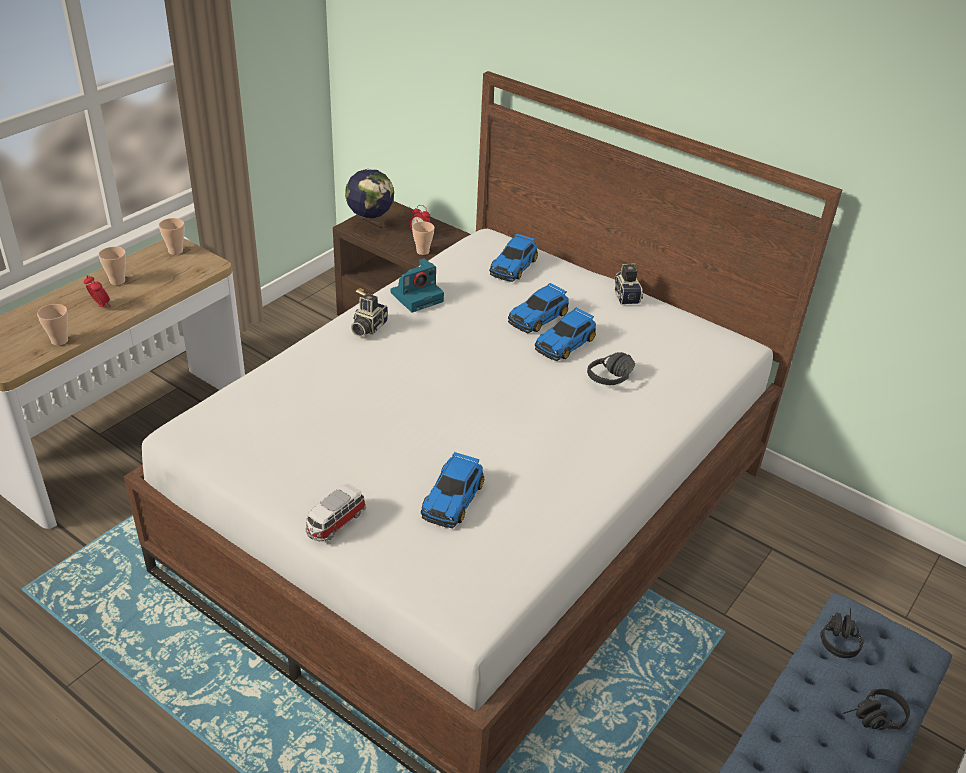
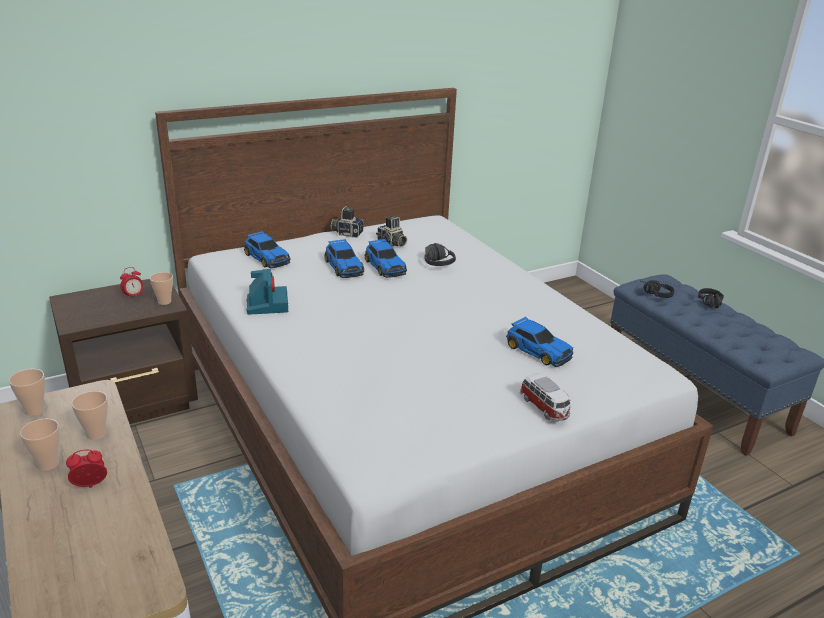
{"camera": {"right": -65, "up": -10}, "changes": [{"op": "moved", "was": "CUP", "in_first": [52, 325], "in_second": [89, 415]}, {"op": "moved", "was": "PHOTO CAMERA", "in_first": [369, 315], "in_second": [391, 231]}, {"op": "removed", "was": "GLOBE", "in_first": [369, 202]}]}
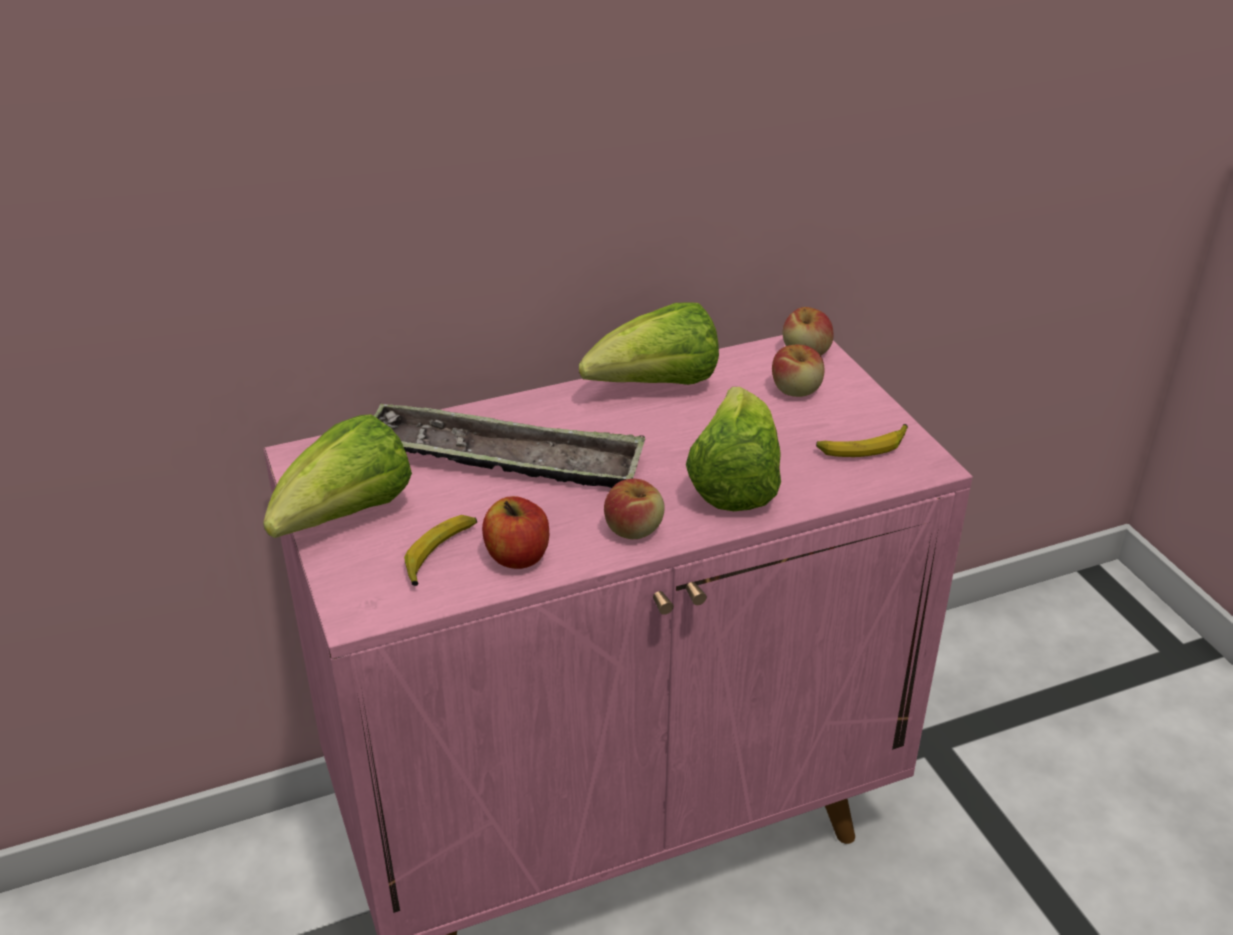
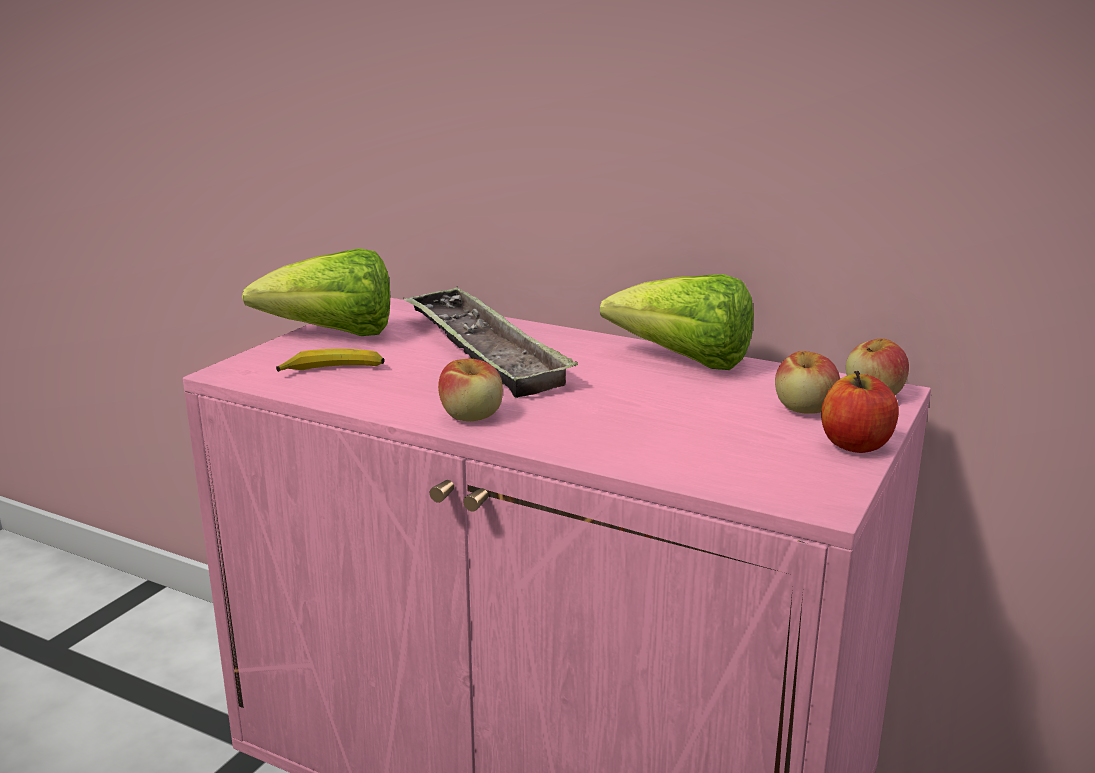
{"camera": {"right": 50, "up": -15}, "changes": [{"op": "moved", "was": "APPLE", "in_first": [515, 532], "in_second": [860, 412]}, {"op": "removed", "was": "LETTUCE", "in_first": [733, 449]}, {"op": "removed", "was": "BANANA", "in_first": [862, 440]}]}
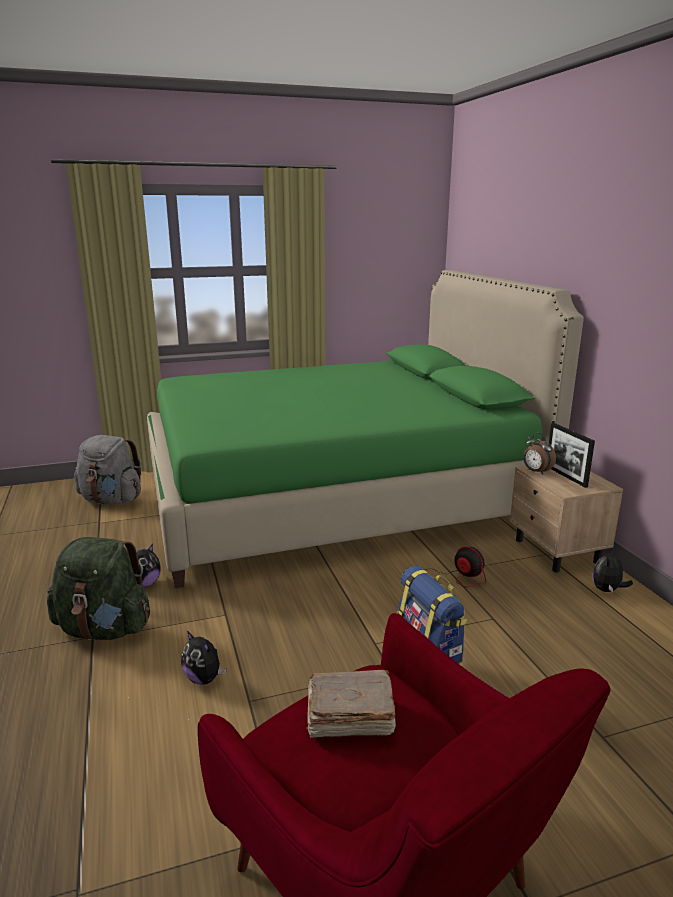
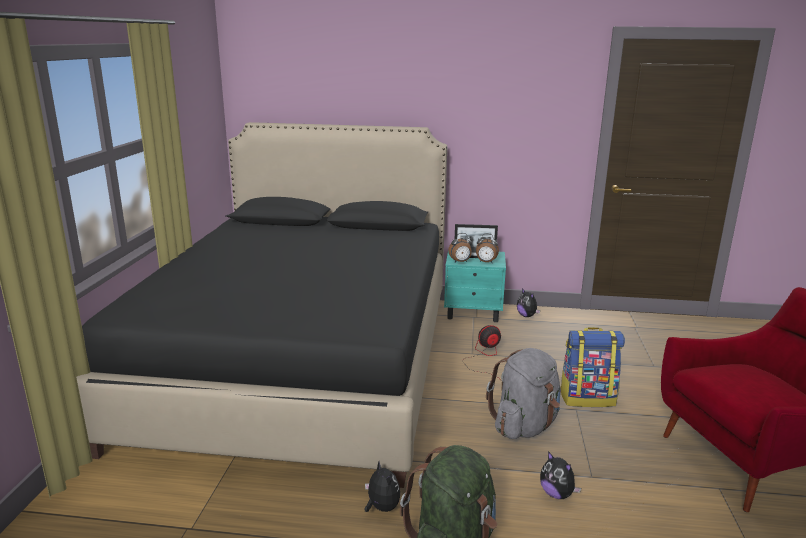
{"camera": {"right": -65, "up": 0}, "changes": [{"op": "recoloured", "was": "GREEN BED", "now": "BLACK BED", "in_first": [365, 429], "in_second": [261, 305]}, {"op": "recoloured", "was": "BEIGE NIGHTSTAND", "now": "TURQUOISE NIGHTSTAND", "in_first": [566, 519], "in_second": [475, 287]}, {"op": "added", "now": "ALARM CLOCK", "in_second": [487, 248]}, {"op": "moved", "was": "GREY BACKPACK", "in_first": [107, 470], "in_second": [523, 393]}, {"op": "turned", "was": "PLUSH TOY", "in_first": [203, 658], "in_second": [560, 475], "clockwise": 75}, {"op": "removed", "was": "BROWN BOOK", "in_first": [351, 704]}]}
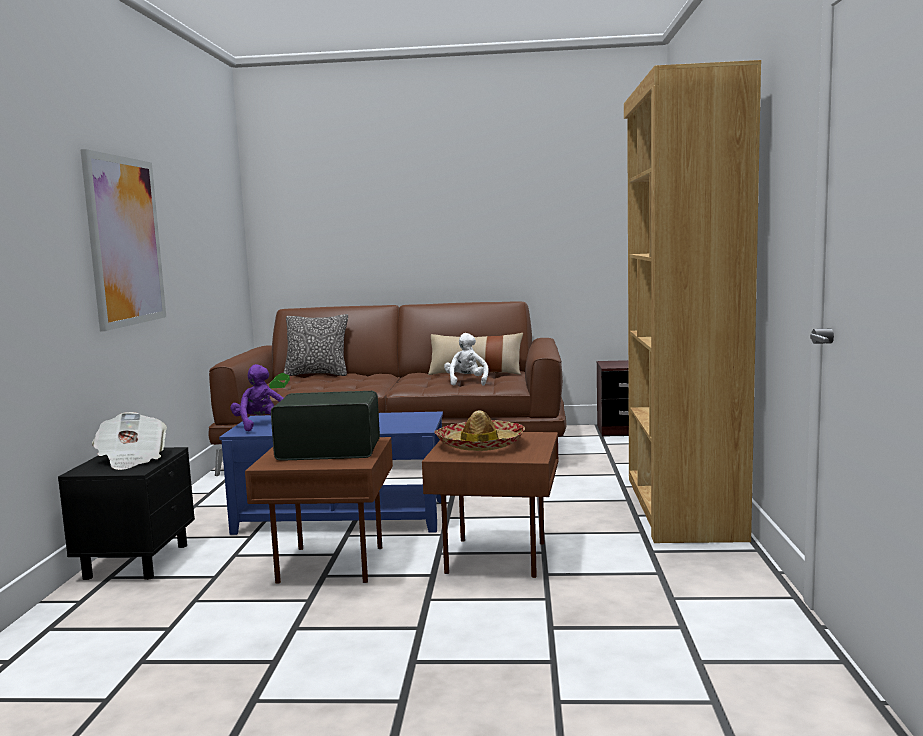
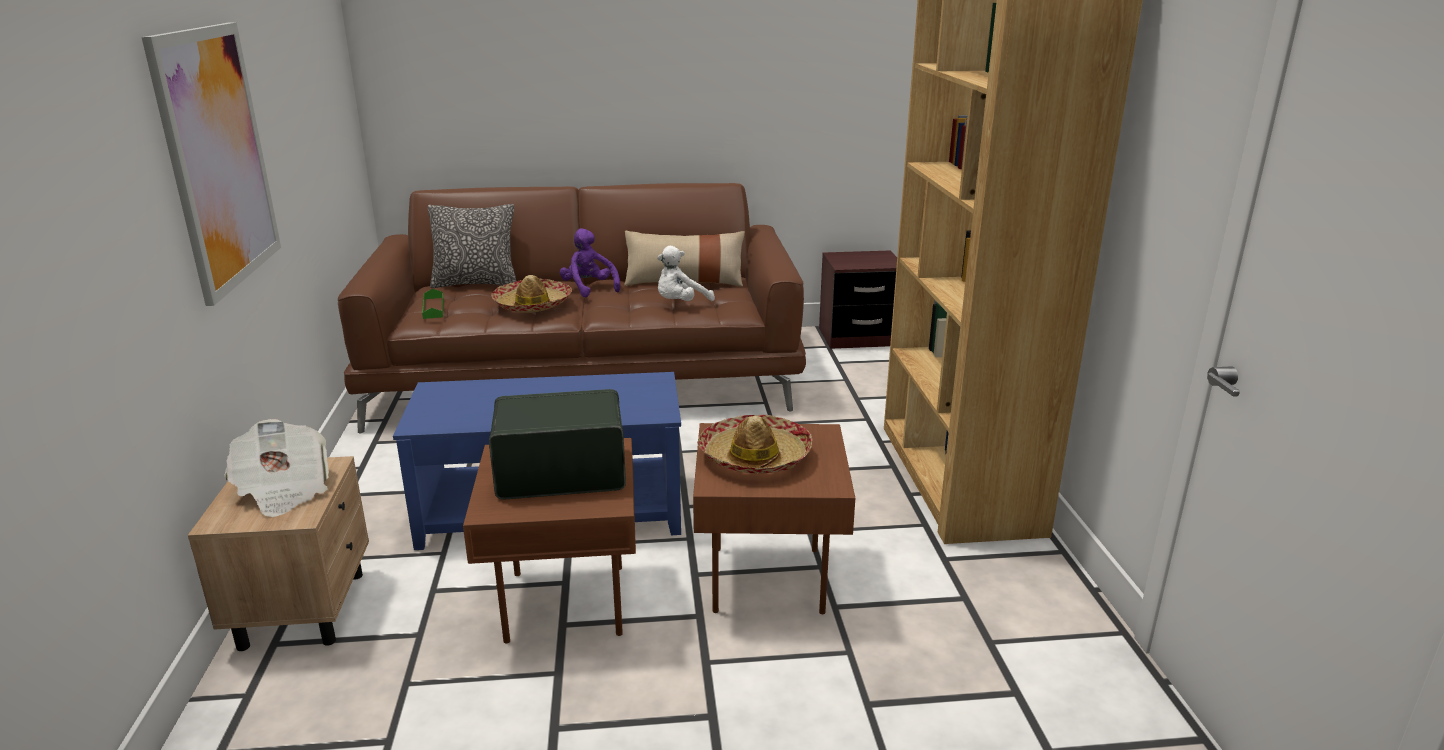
{"camera": {"right": -10, "up": 15}, "changes": [{"op": "recoloured", "was": "BLACK NIGHTSTAND", "now": "BEIGE NIGHTSTAND", "in_first": [126, 513], "in_second": [278, 553]}, {"op": "added", "now": "HAT", "in_second": [532, 294]}, {"op": "moved", "was": "PURPLE PLUSH TOY", "in_first": [257, 397], "in_second": [590, 262]}, {"op": "turned", "was": "WHITE PLUSH TOY", "in_first": [466, 359], "in_second": [686, 273], "clockwise": -120}]}
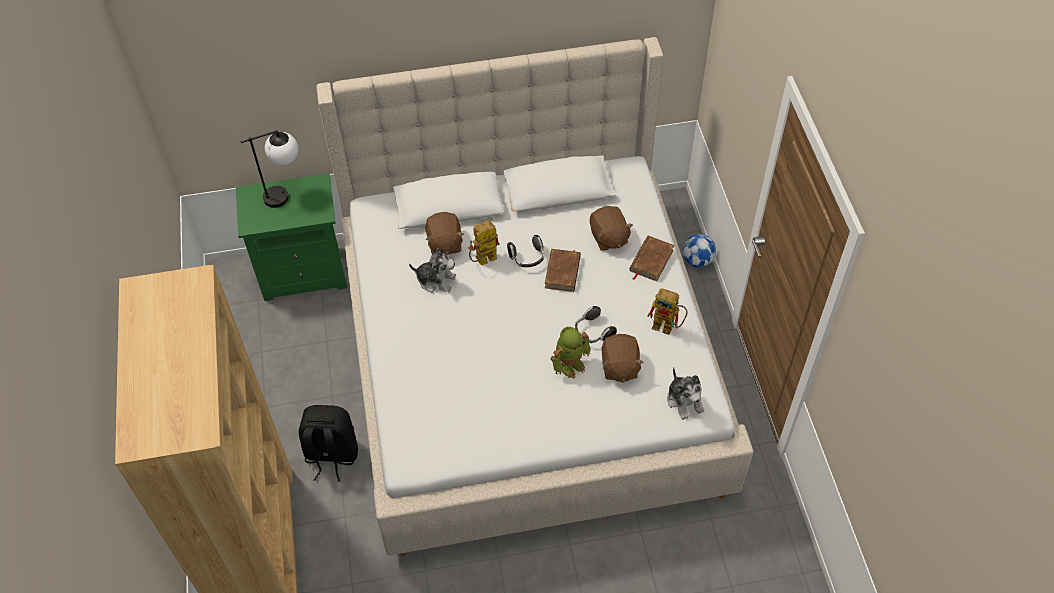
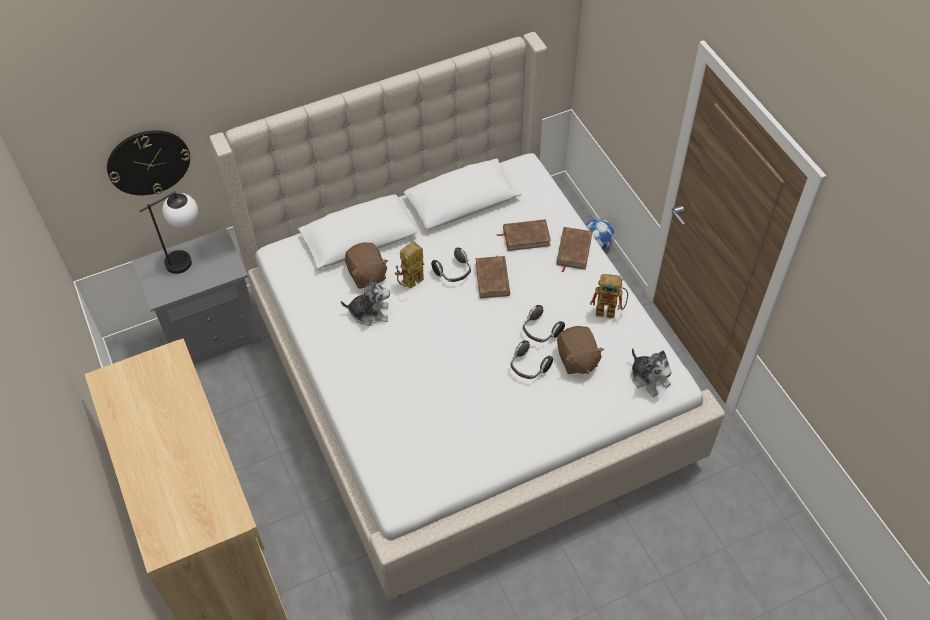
{"camera": {"right": -15, "up": 0}, "changes": [{"op": "added", "now": "WALL CLOCK", "in_second": [148, 162]}, {"op": "recoloured", "was": "GREEN NIGHTSTAND", "now": "GREY NIGHTSTAND", "in_first": [291, 237], "in_second": [197, 296]}, {"op": "replaced", "was": "BROWN PLUSH TOY", "now": "BROWN BOOK", "in_first": [611, 228], "in_second": [524, 235]}, {"op": "replaced", "was": "TOY ROBOT", "now": "HEADPHONES", "in_first": [571, 353], "in_second": [531, 359]}, {"op": "removed", "was": "BLACK BACKPACK", "in_first": [328, 443]}]}
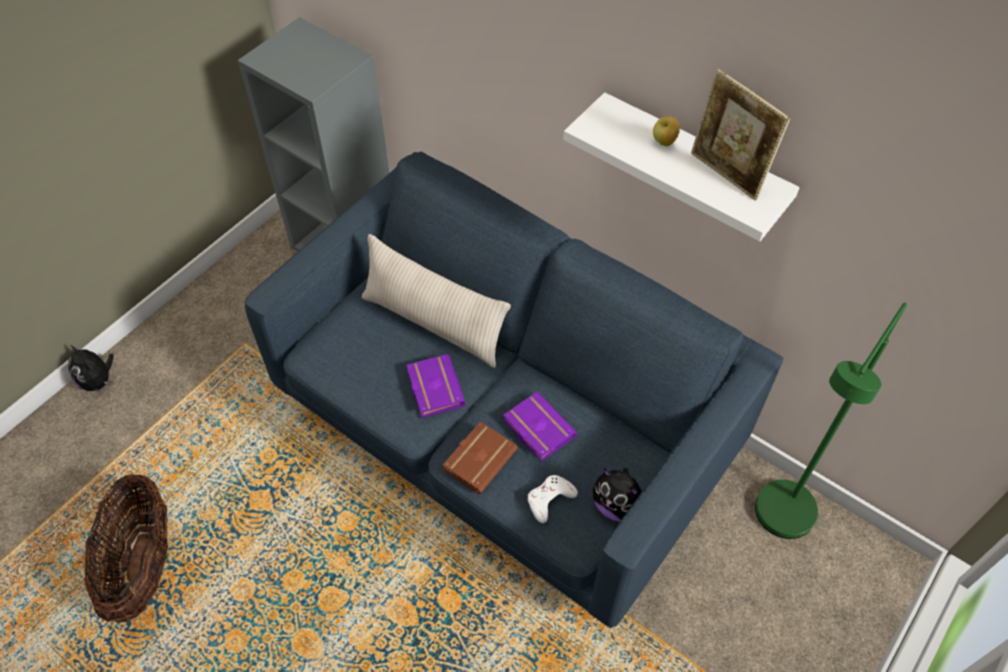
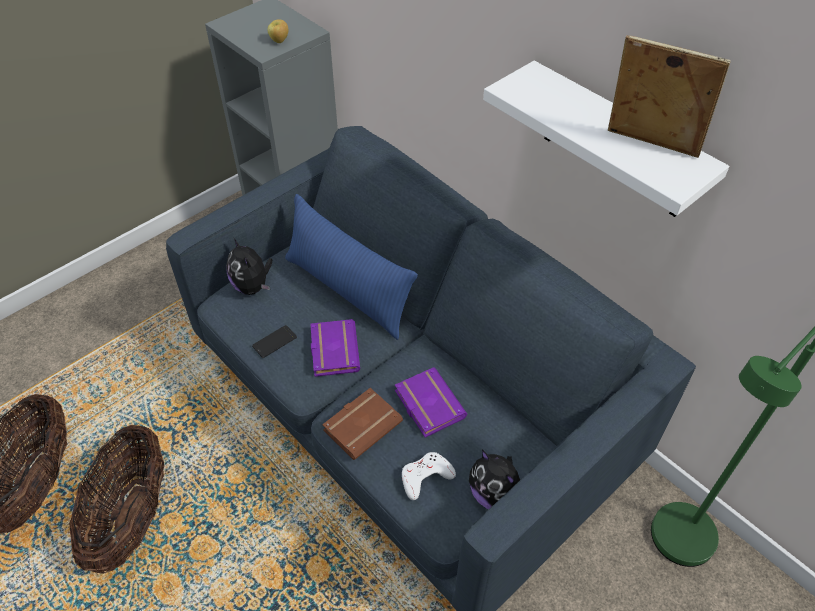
{"camera": {"right": 10, "up": -5}, "changes": [{"op": "added", "now": "BASKET", "in_second": [116, 499]}, {"op": "moved", "was": "PLUSH TOY", "in_first": [90, 368], "in_second": [249, 266]}, {"op": "added", "now": "PHONE", "in_second": [274, 341]}, {"op": "moved", "was": "APPLE", "in_first": [666, 131], "in_second": [278, 31]}, {"op": "recoloured", "was": "BEIGE PILLOW", "now": "BLUE PILLOW", "in_first": [436, 301], "in_second": [351, 267]}, {"op": "turned", "was": "PICTURE FRAME", "in_first": [740, 135], "in_second": [669, 96], "clockwise": 150}]}
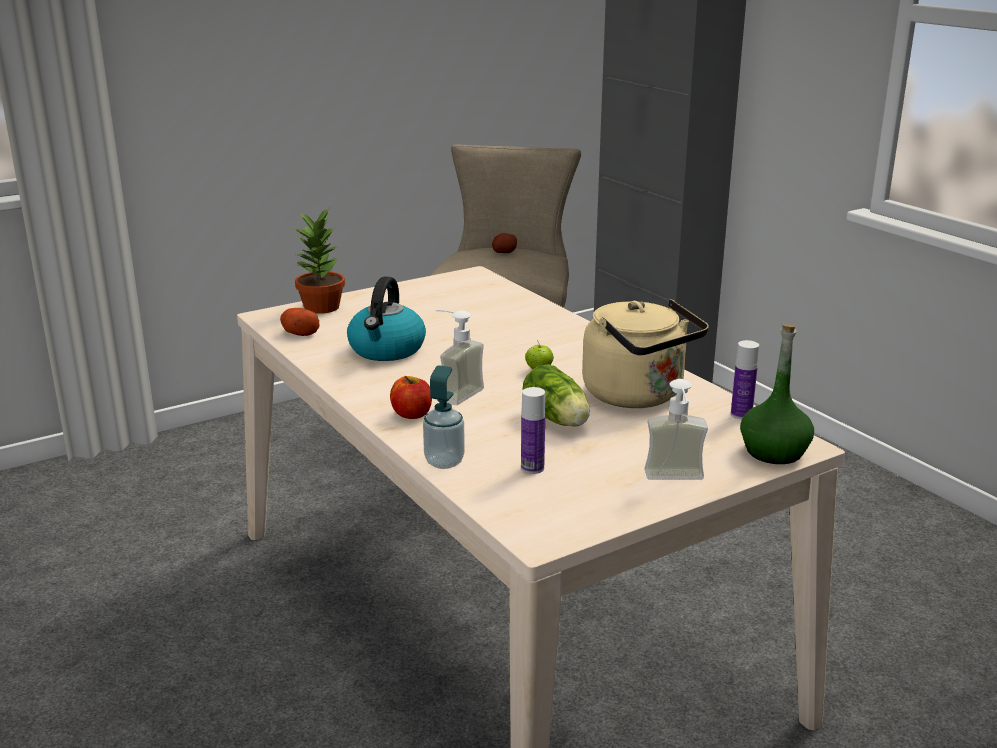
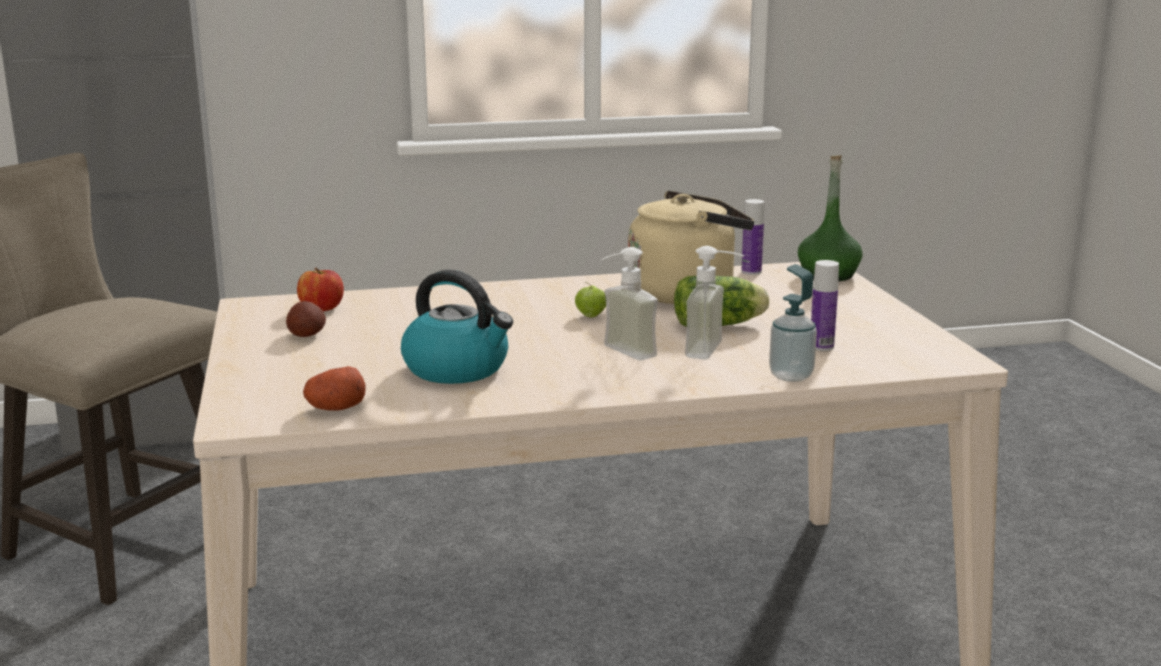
{"camera": {"right": -70, "up": -5}, "changes": [{"op": "moved", "was": "POTATO", "in_first": [504, 243], "in_second": [306, 319]}, {"op": "moved", "was": "APPLE", "in_first": [411, 397], "in_second": [320, 289]}, {"op": "moved", "was": "SOAP DISPENSER", "in_first": [676, 429], "in_second": [714, 303]}, {"op": "removed", "was": "POTTED PLANT", "in_first": [320, 261]}]}
